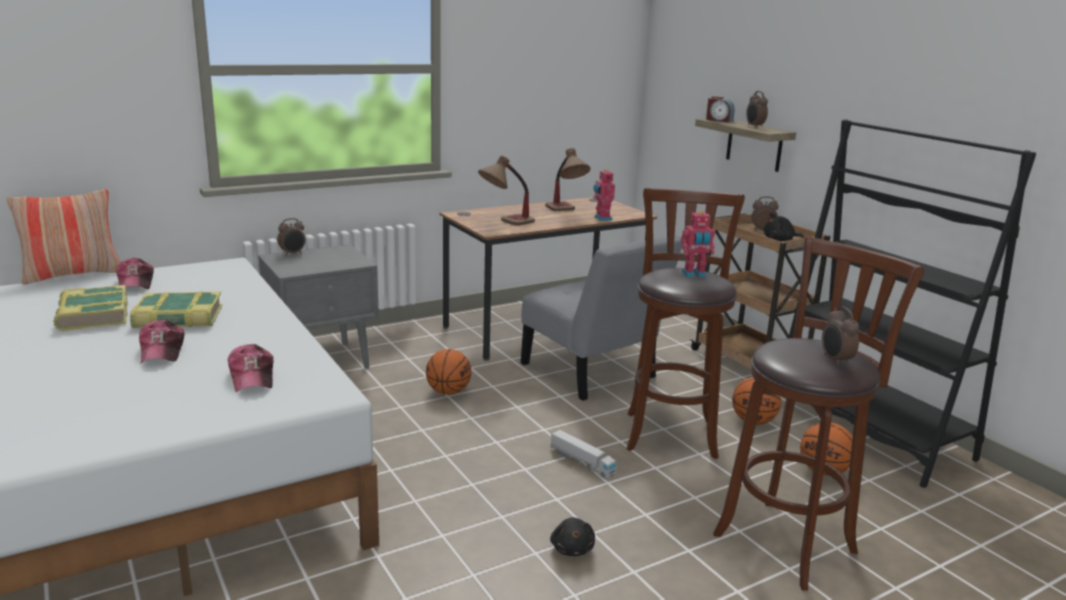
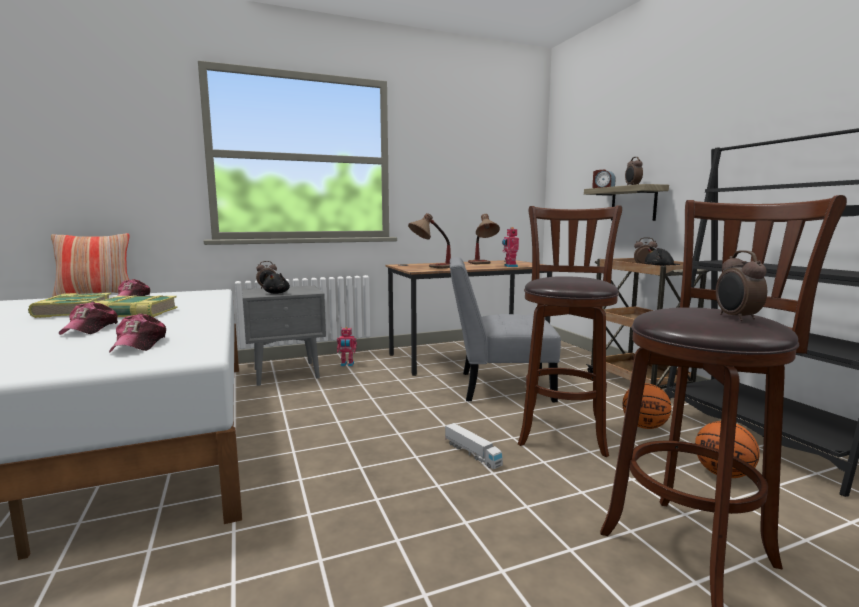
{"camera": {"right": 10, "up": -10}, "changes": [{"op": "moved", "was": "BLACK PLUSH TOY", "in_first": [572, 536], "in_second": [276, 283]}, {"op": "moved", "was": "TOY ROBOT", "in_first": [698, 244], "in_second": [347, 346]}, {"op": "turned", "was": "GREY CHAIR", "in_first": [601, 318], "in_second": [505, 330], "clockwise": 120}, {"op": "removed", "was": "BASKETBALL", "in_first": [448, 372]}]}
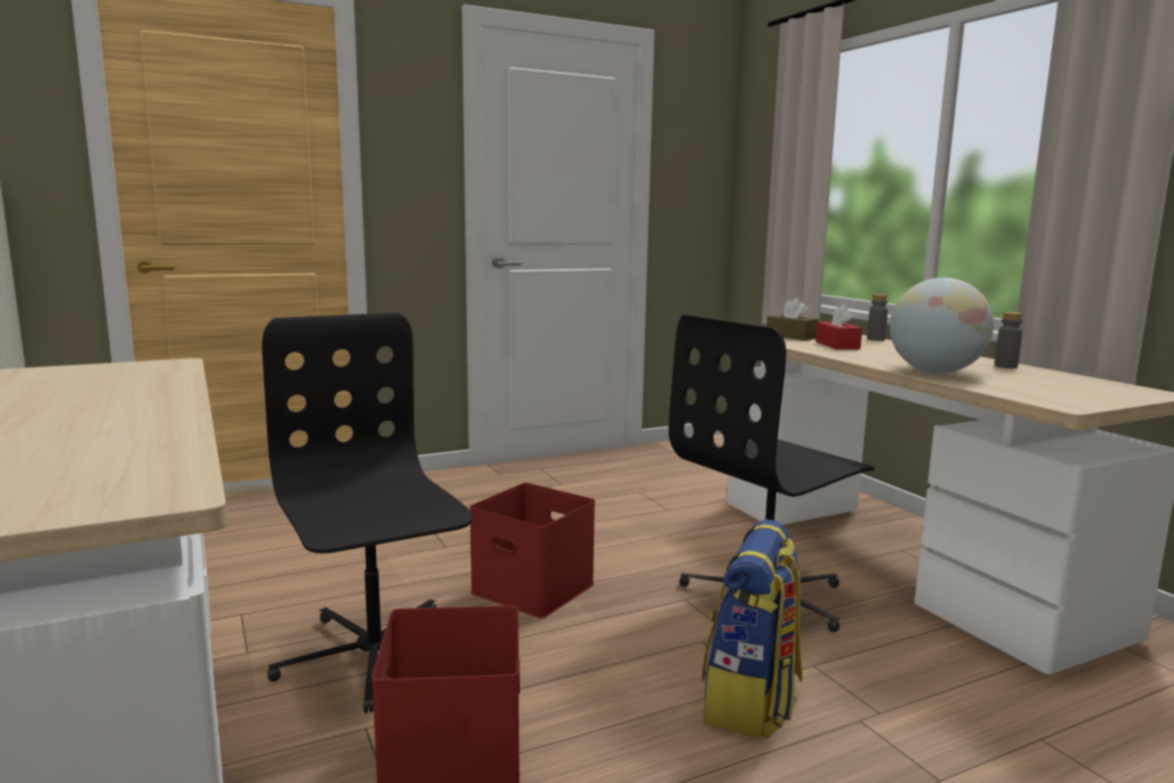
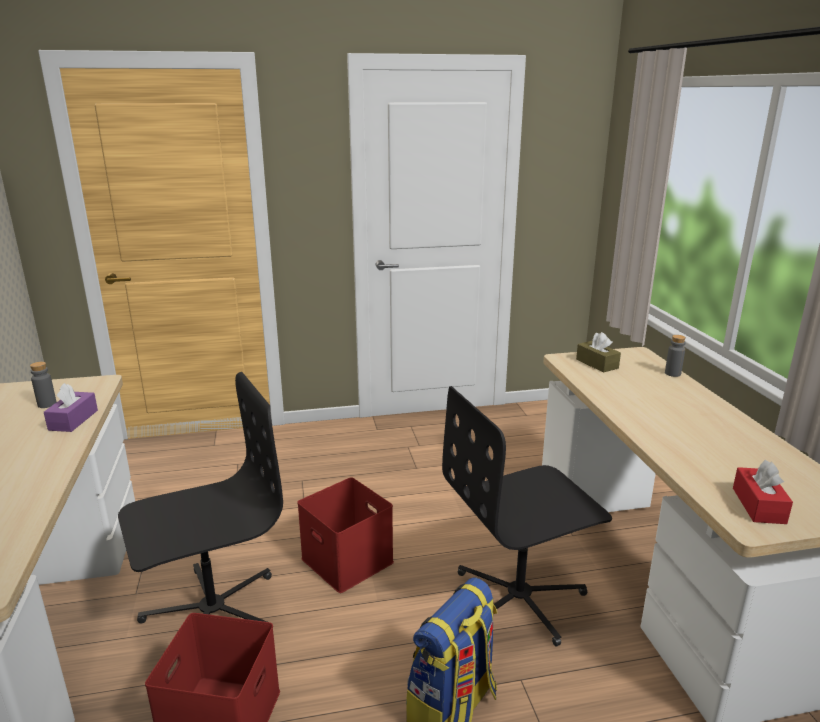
{"camera": {"right": 15, "up": 10}, "changes": [{"op": "moved", "was": "GREY BOTTLE", "in_first": [1008, 340], "in_second": [43, 385]}, {"op": "added", "now": "PURPLE TISSUE BOX", "in_second": [71, 407]}, {"op": "turned", "was": "BLACK OFFICE CHAIR", "in_first": [367, 513], "in_second": [200, 498], "clockwise": 75}, {"op": "moved", "was": "RED TISSUE BOX", "in_first": [839, 327], "in_second": [763, 492]}, {"op": "removed", "was": "GLOBE", "in_first": [942, 325]}]}
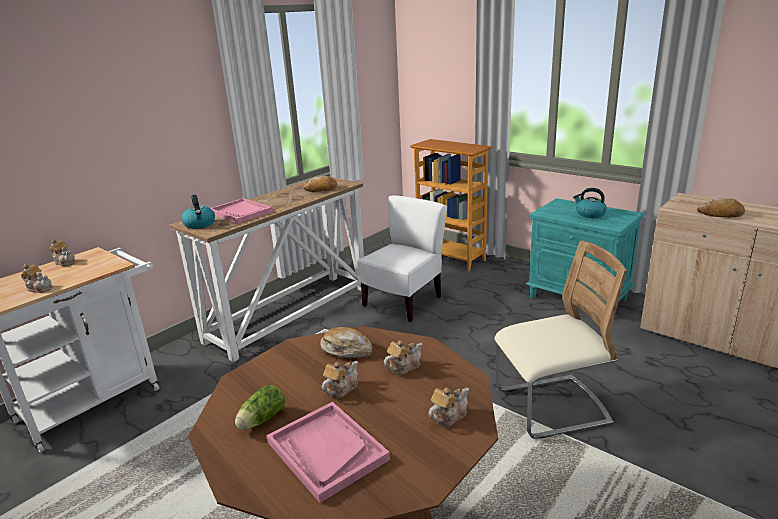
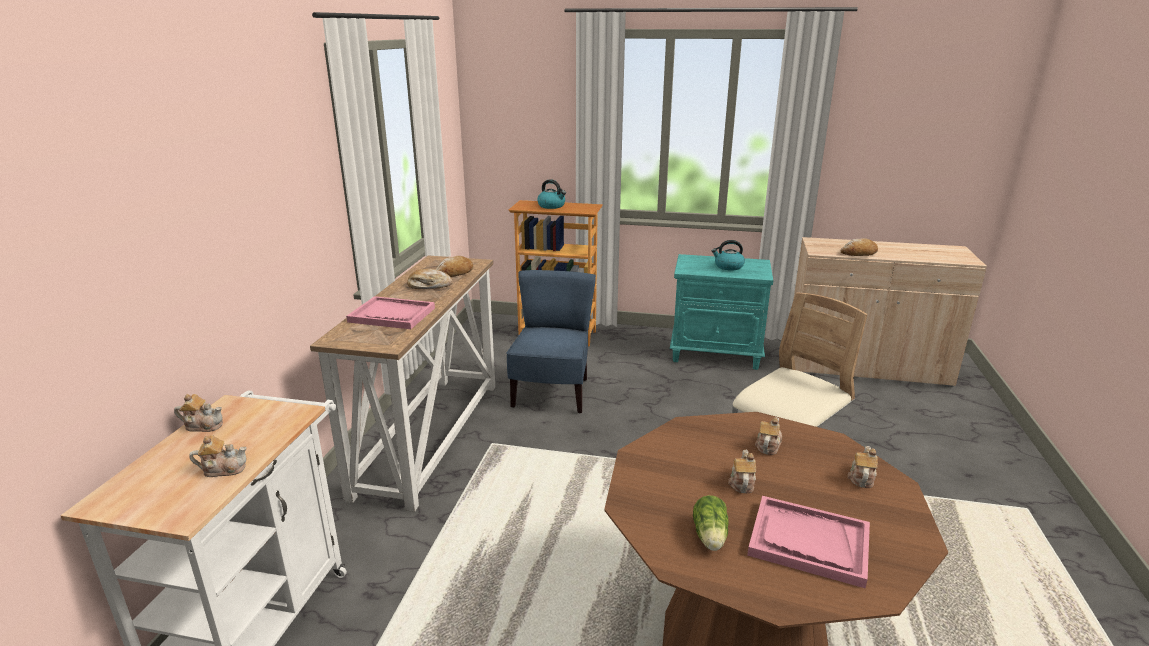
{"camera": {"right": -30, "up": 0}, "changes": [{"op": "moved", "was": "BREAD", "in_first": [346, 342], "in_second": [430, 279]}, {"op": "recoloured", "was": "WHITE CHAIR", "now": "BLUE CHAIR", "in_first": [402, 259], "in_second": [551, 341]}, {"op": "moved", "was": "KETTLE", "in_first": [198, 212], "in_second": [551, 194]}]}
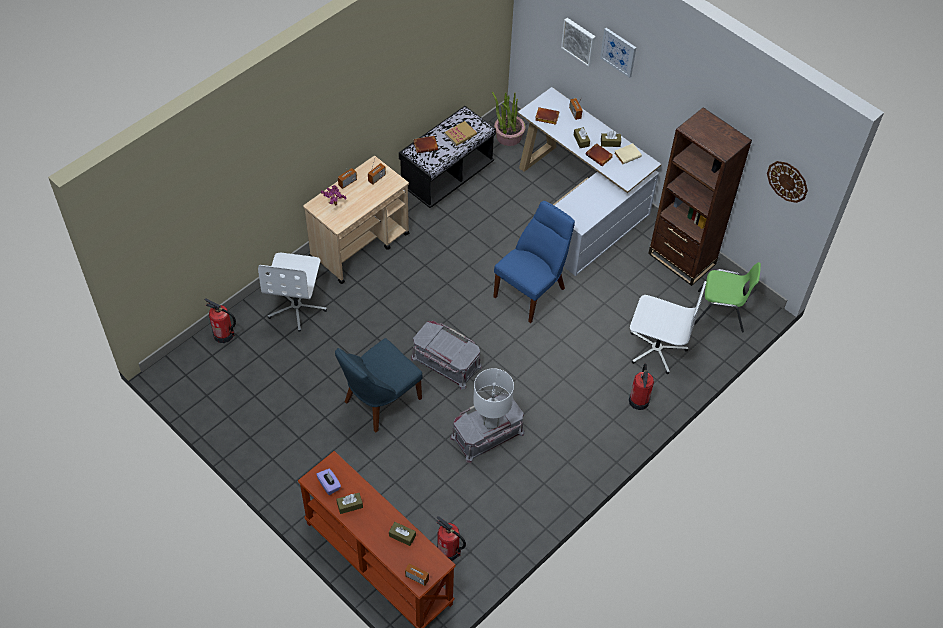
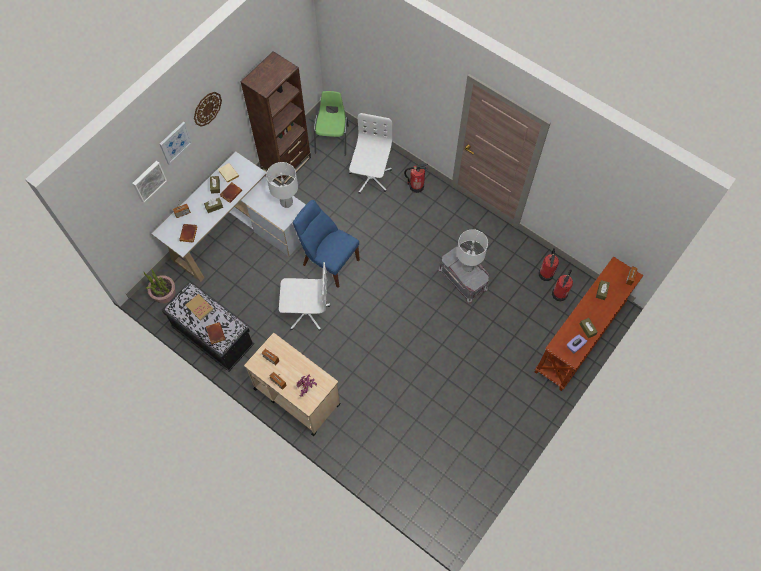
{"camera": {"right": -95, "up": 10}, "changes": [{"op": "moved", "was": "WALL CLOCK", "in_first": [787, 182], "in_second": [208, 109]}, {"op": "added", "now": "WHITE TABLE LAMP", "in_second": [282, 185]}, {"op": "moved", "was": "WHITE OFFICE CHAIR", "in_first": [292, 292], "in_second": [304, 296]}, {"op": "moved", "was": "FIRE EXTINGUISHER", "in_first": [220, 320], "in_second": [548, 264]}, {"op": "removed", "was": "BLUE CHAIR", "in_first": [379, 385]}, {"op": "removed", "was": "GREY STORAGE BOX", "in_first": [446, 355]}]}
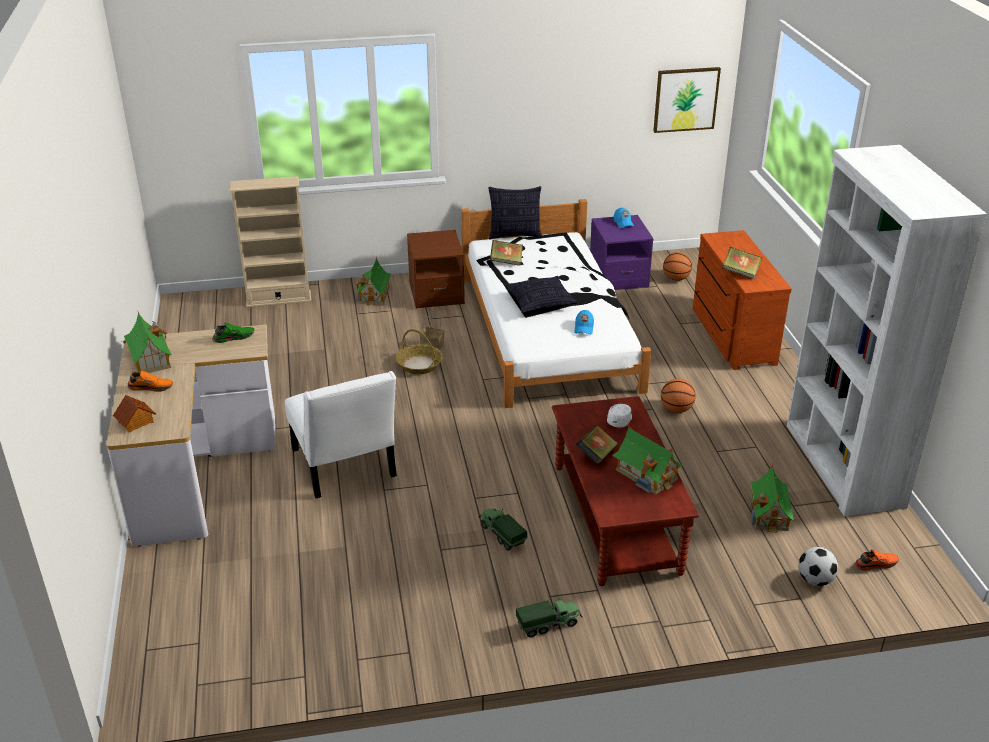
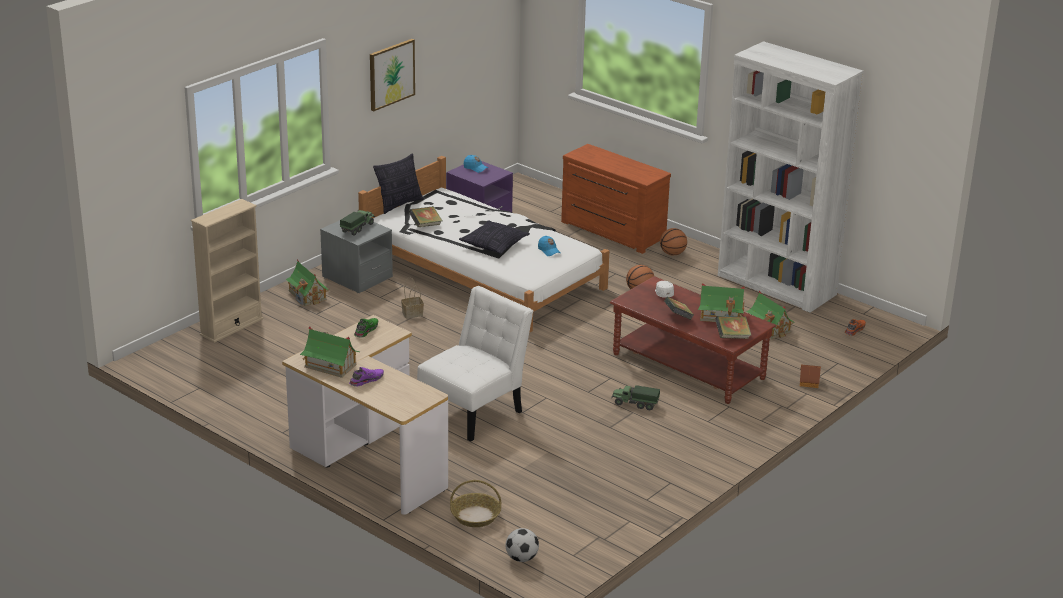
{"camera": {"right": -40, "up": -5}, "changes": [{"op": "recoloured", "was": "BROWN NIGHTSTAND", "now": "GREY NIGHTSTAND", "in_first": [436, 269], "in_second": [356, 256]}, {"op": "moved", "was": "TOY TRUCK", "in_first": [549, 618], "in_second": [357, 222]}, {"op": "recoloured", "was": "ORANGE SHOE", "now": "PURPLE SHOE", "in_first": [150, 381], "in_second": [366, 377]}, {"op": "moved", "was": "PICTURE", "in_first": [687, 100], "in_second": [392, 75]}, {"op": "turned", "was": "WHITE CHAIR", "in_first": [341, 434], "in_second": [475, 364], "clockwise": -75}, {"op": "moved", "was": "BASKET", "in_first": [419, 351], "in_second": [475, 503]}, {"op": "moved", "was": "FOOTBALL", "in_first": [818, 566], "in_second": [522, 545]}, {"op": "moved", "was": "BASKETBALL", "in_first": [677, 266], "in_second": [673, 241]}, {"op": "moved", "was": "BOOK", "in_first": [742, 263], "in_second": [733, 327]}, {"op": "moved", "was": "TOY HOUSE", "in_first": [134, 414], "in_second": [810, 376]}]}
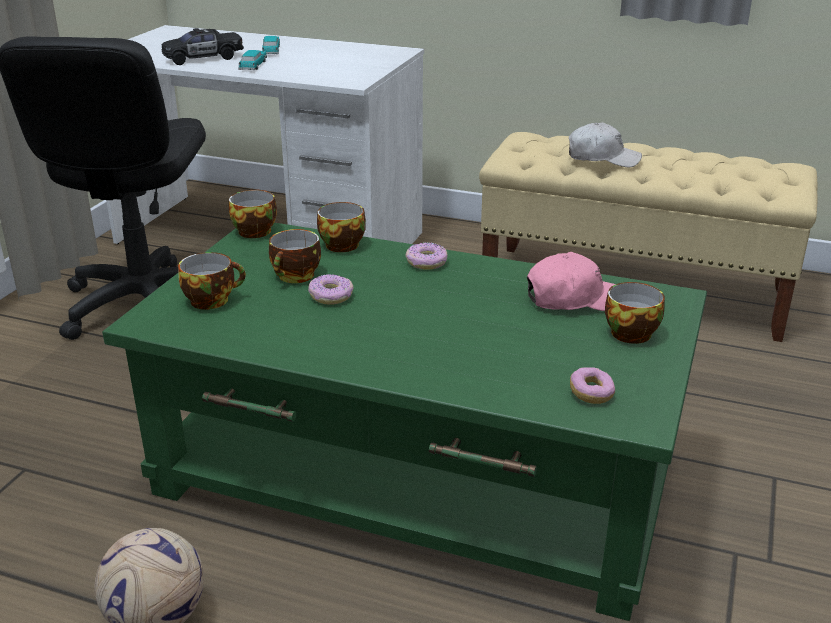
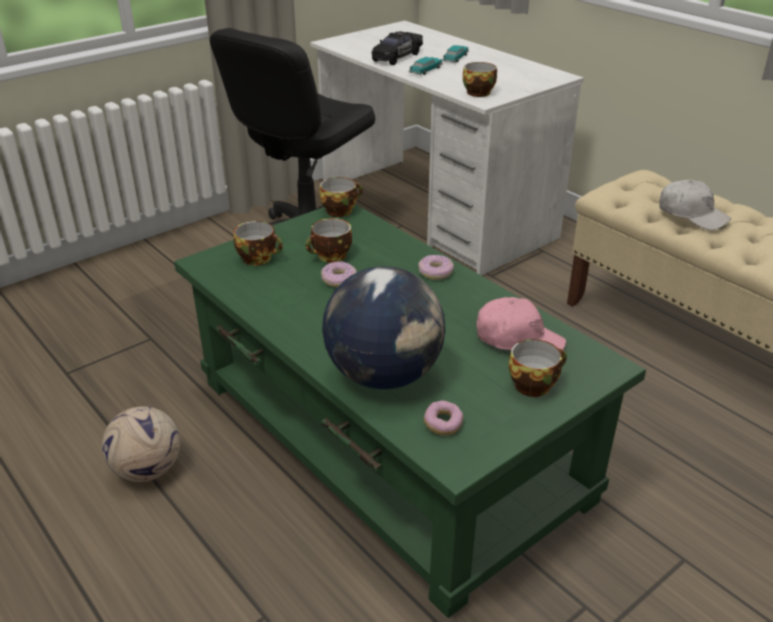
{"camera": {"right": 30, "up": 5}, "changes": [{"op": "added", "now": "GLOBE", "in_second": [383, 327]}, {"op": "turned", "was": "BLACK TOY CAR", "in_first": [203, 46], "in_second": [397, 48], "clockwise": -60}, {"op": "moved", "was": "CUP", "in_first": [341, 227], "in_second": [480, 79]}]}
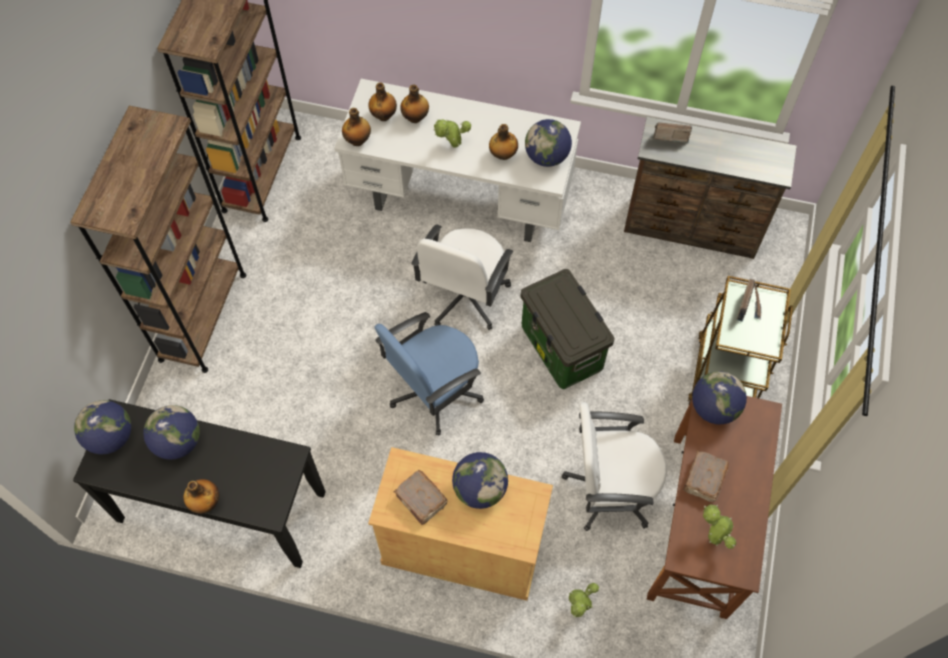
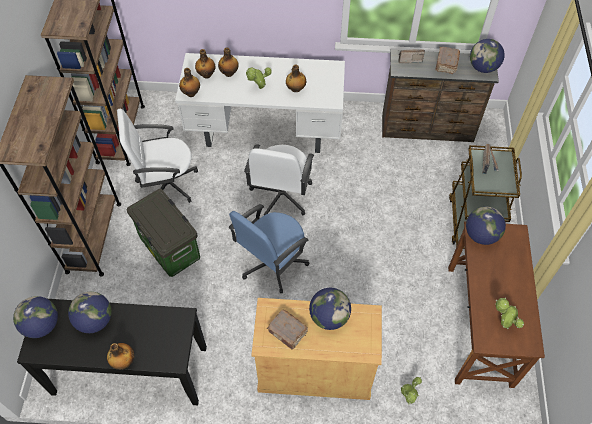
{"camera": {"right": -10, "up": -5}, "changes": [{"op": "moved", "was": "WHITE OFFICE CHAIR", "in_first": [614, 466], "in_second": [157, 156]}, {"op": "moved", "was": "STORAGE BOX", "in_first": [568, 329], "in_second": [163, 233]}, {"op": "moved", "was": "BROWN BOOK", "in_first": [706, 476], "in_second": [447, 60]}, {"op": "moved", "was": "GLOBE", "in_first": [548, 143], "in_second": [487, 56]}]}
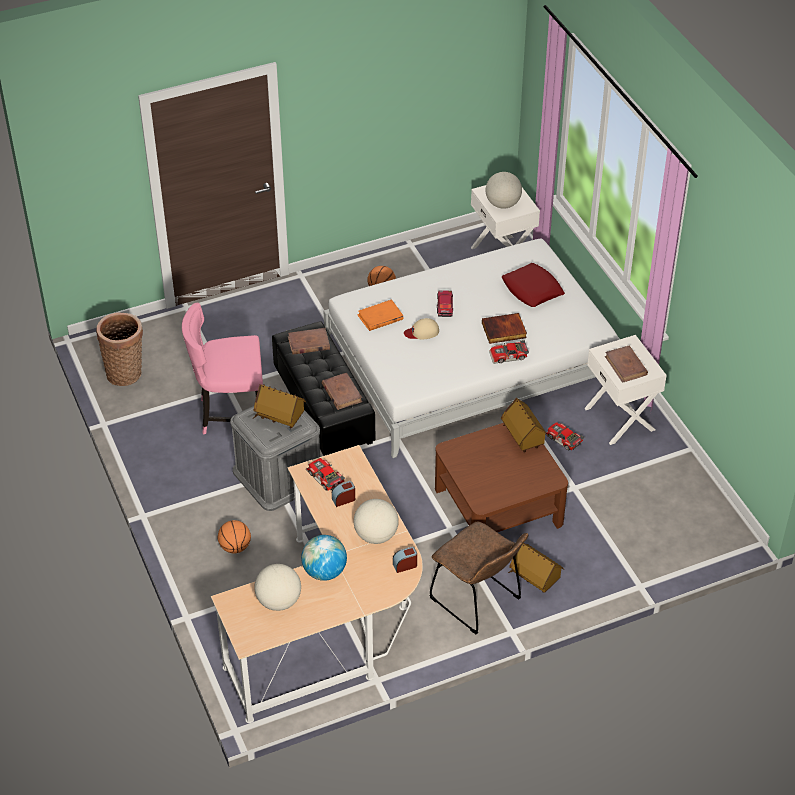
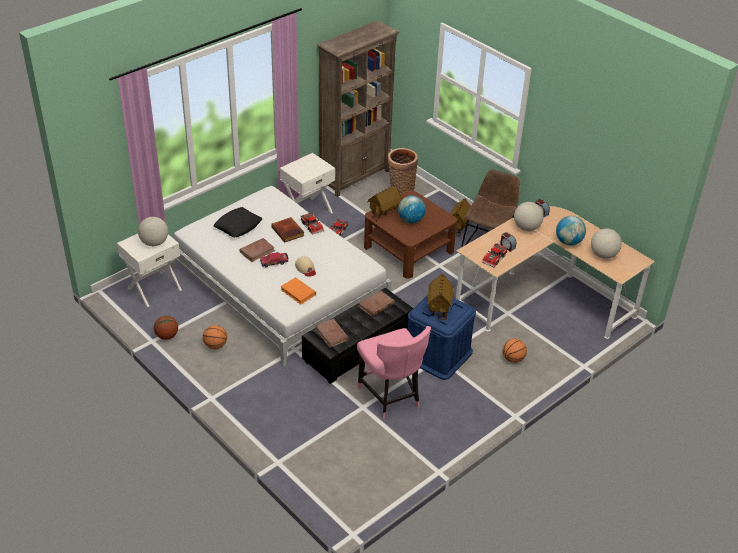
{"camera": {"right": -110, "up": -5}, "changes": [{"op": "added", "now": "BASKETBALL", "in_second": [166, 328]}, {"op": "recoloured", "was": "RED PILLOW", "now": "BLACK PILLOW", "in_first": [533, 285], "in_second": [237, 222]}, {"op": "moved", "was": "BROWN BOOK", "in_first": [626, 364], "in_second": [257, 250]}, {"op": "added", "now": "BROWN BOOKCASE", "in_second": [358, 108]}, {"op": "moved", "was": "BASKET", "in_first": [119, 349], "in_second": [403, 171]}, {"op": "added", "now": "GLOBE", "in_second": [412, 209]}, {"op": "recoloured", "was": "GREY STORAGE BOX", "now": "BLUE STORAGE BOX", "in_first": [275, 458], "in_second": [442, 337]}]}
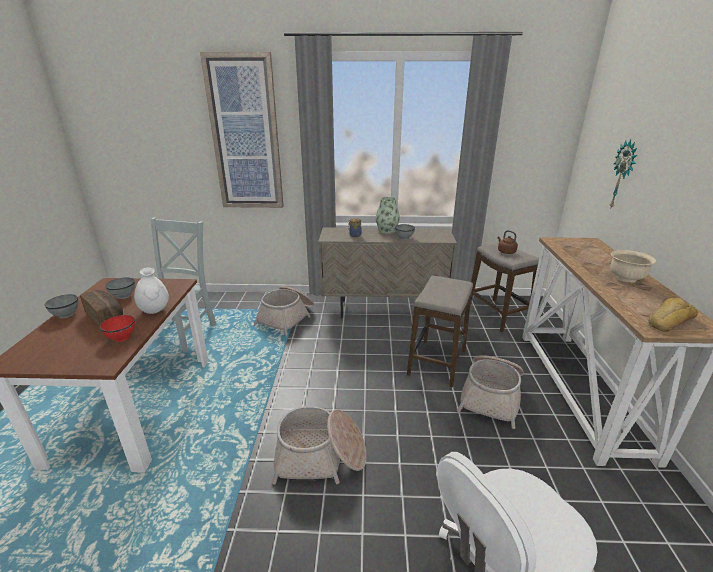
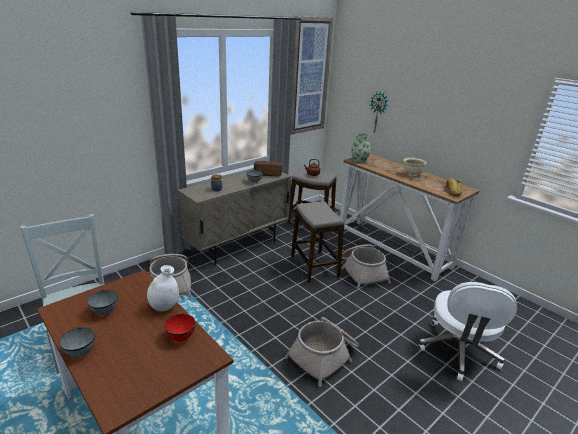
{"camera": {"right": -45, "up": 0}, "changes": [{"op": "moved", "was": "BREAD", "in_first": [101, 308], "in_second": [268, 168]}, {"op": "moved", "was": "PICTURE", "in_first": [242, 130], "in_second": [312, 75]}, {"op": "moved", "was": "VASE", "in_first": [388, 215], "in_second": [361, 148]}]}
